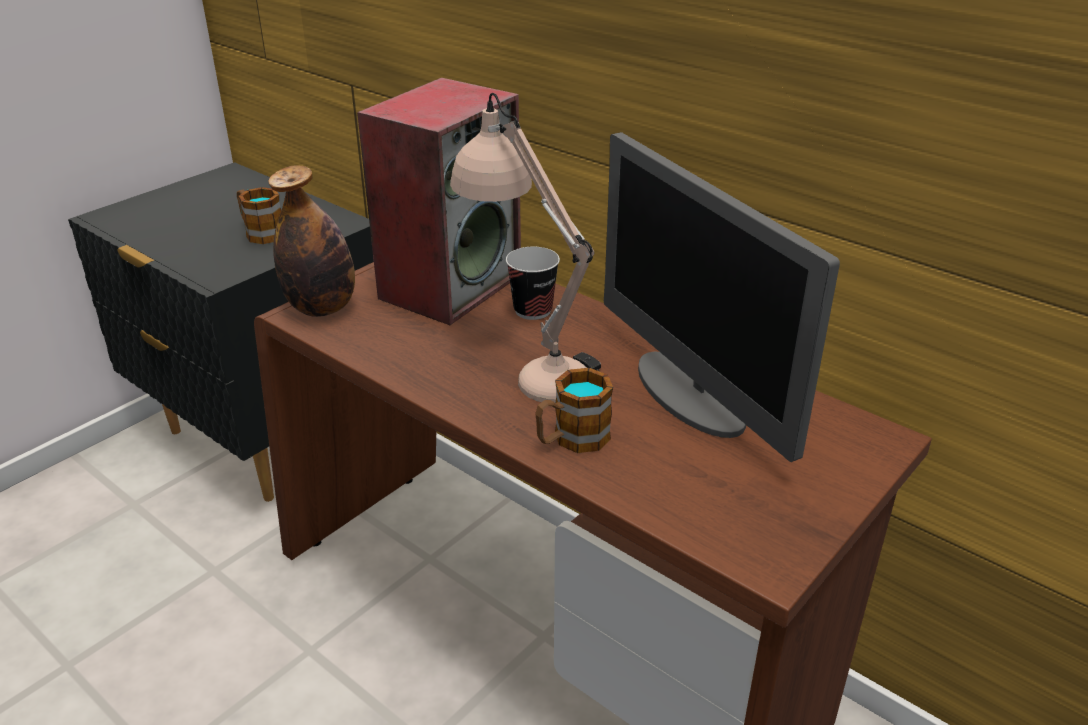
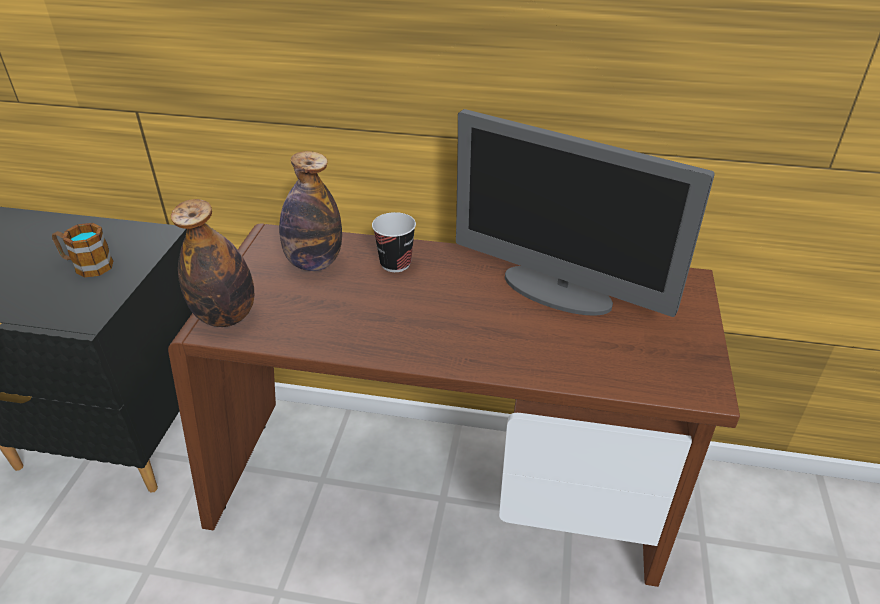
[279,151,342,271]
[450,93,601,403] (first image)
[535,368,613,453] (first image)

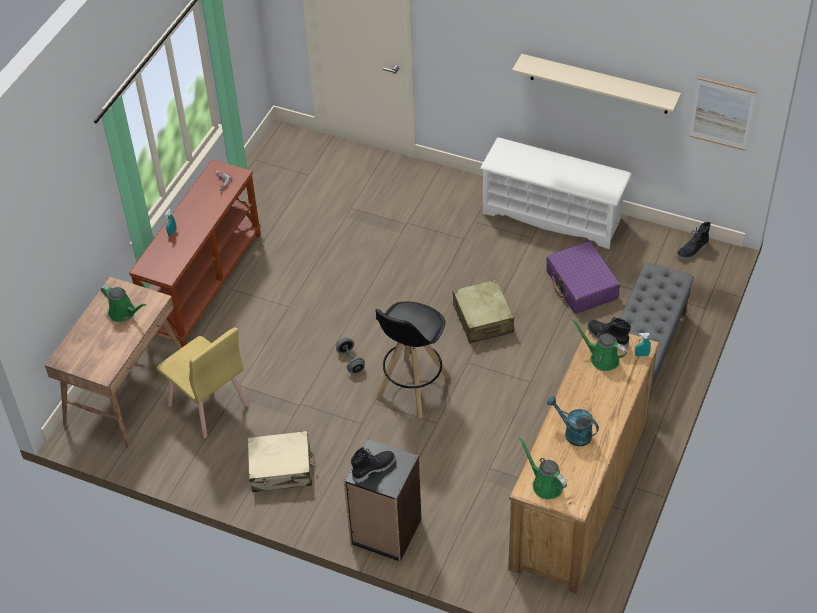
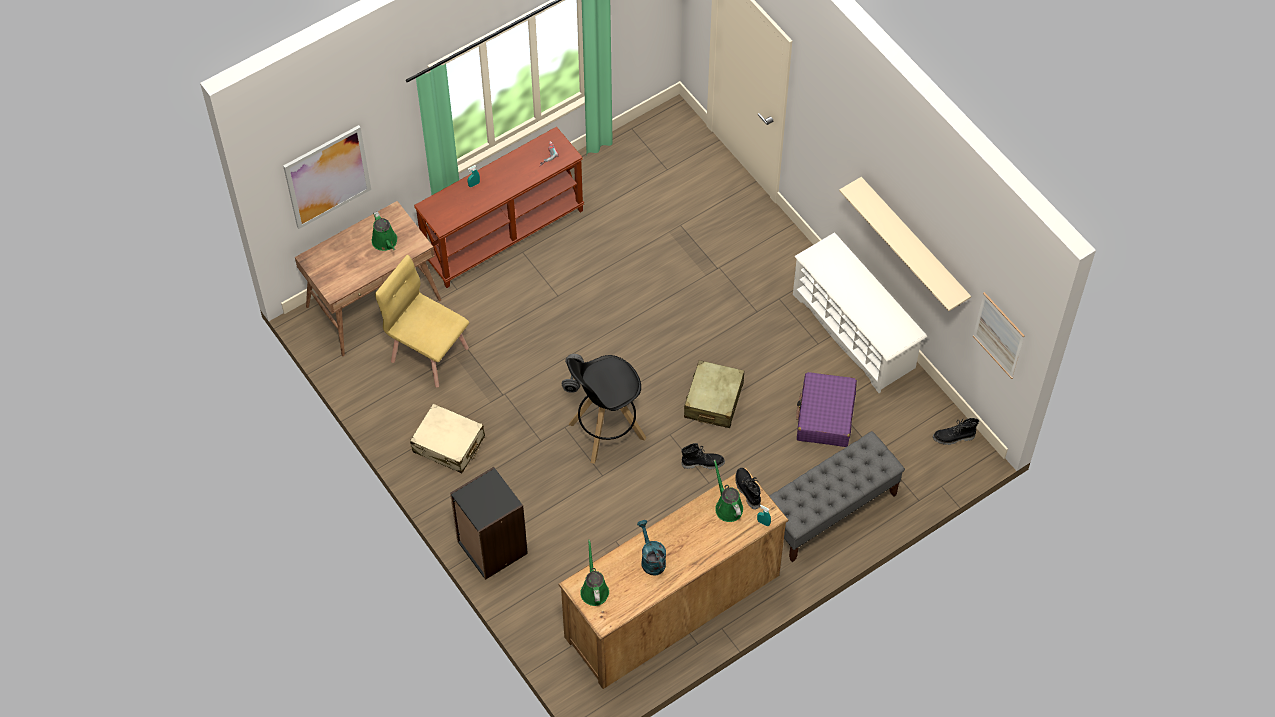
[283,125,371,229]
[375,255,469,387]
[682,443,725,469]

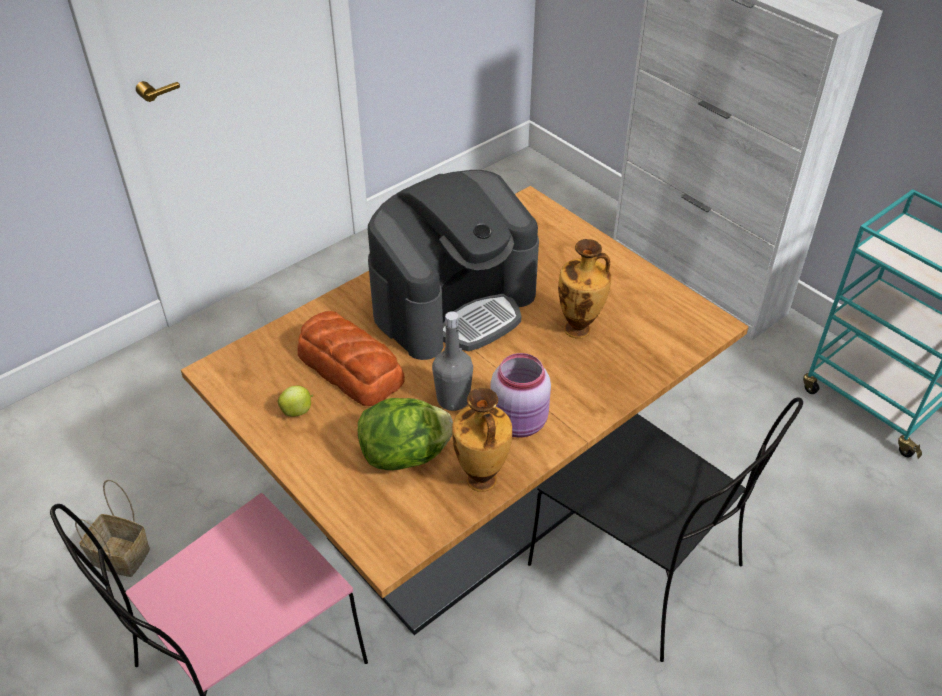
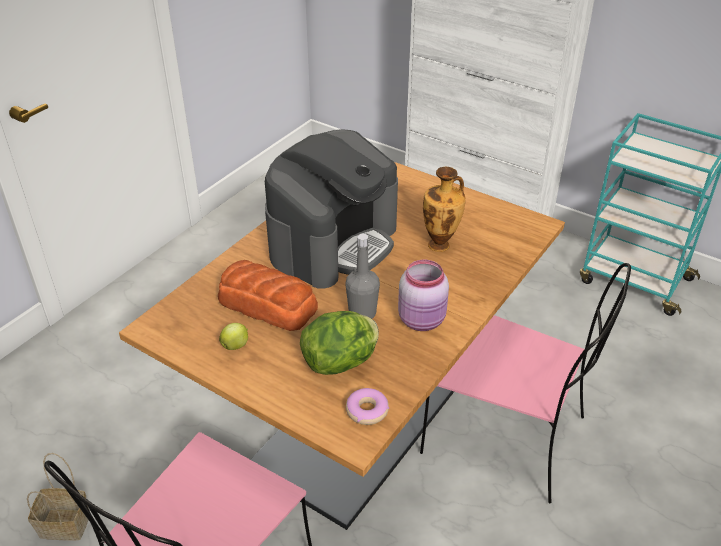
[346,388,389,425]
[420,263,631,503]
[452,388,512,492] (first image)

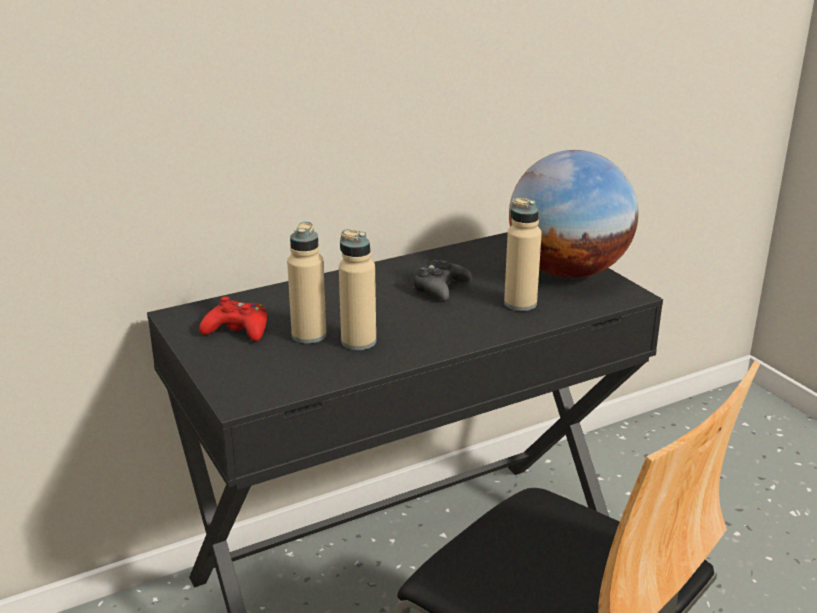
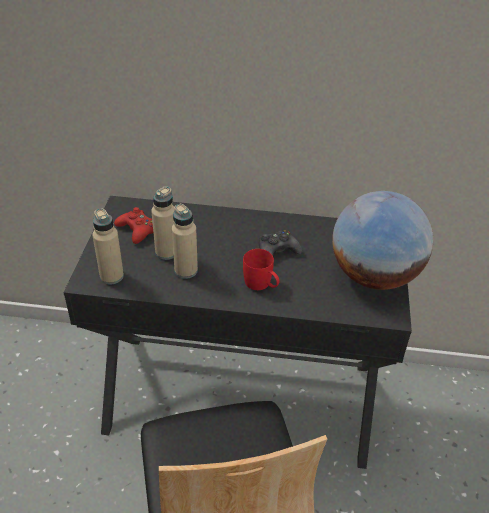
[92,209,124,285]
[243,249,279,290]

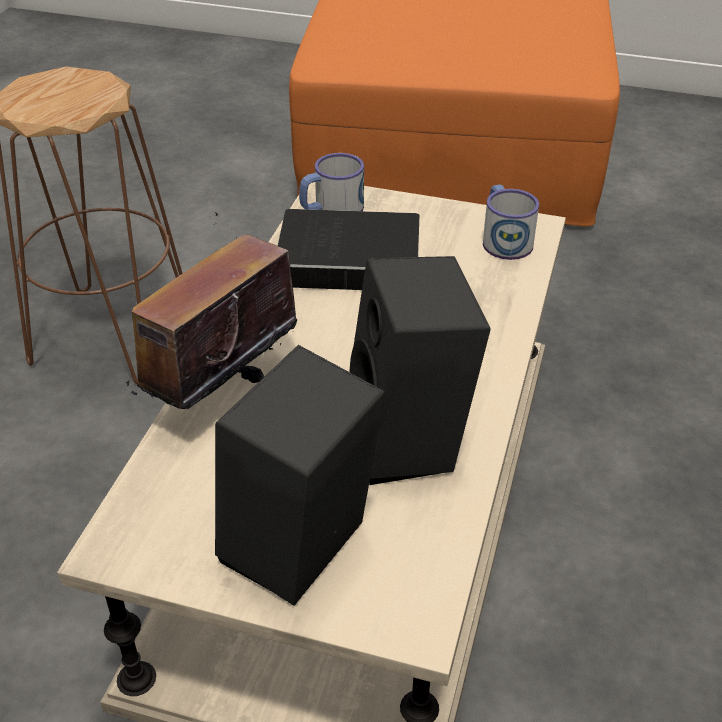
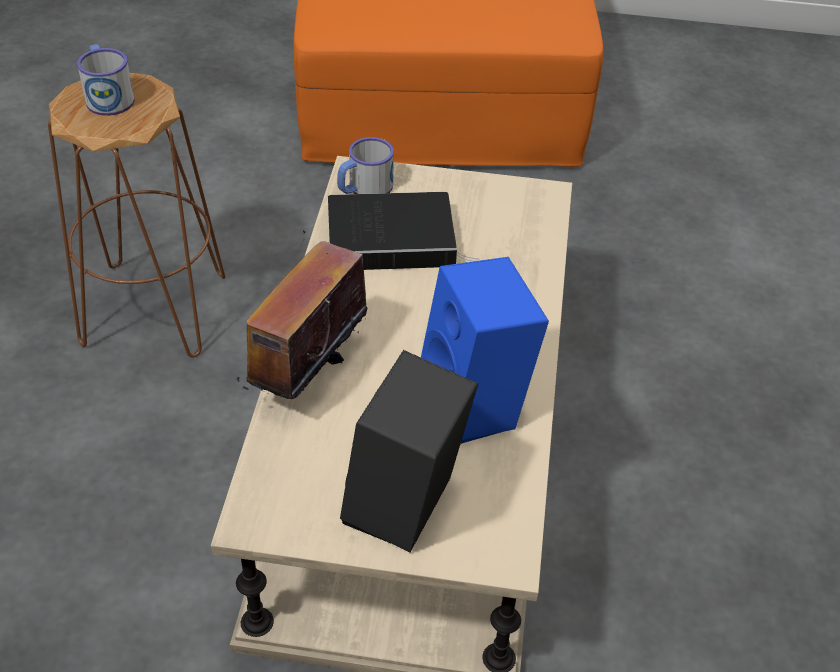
[77,44,135,116]
[421,257,549,444]

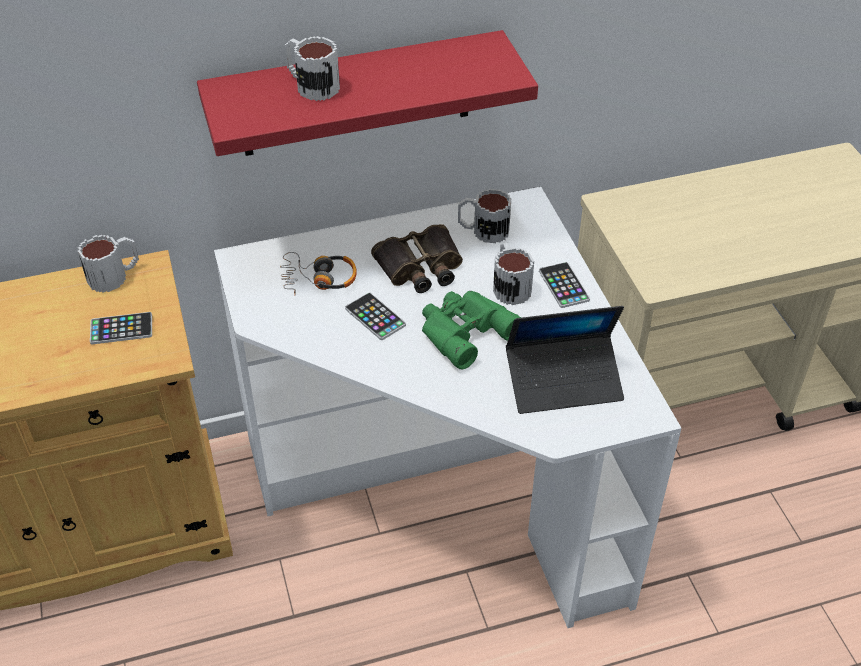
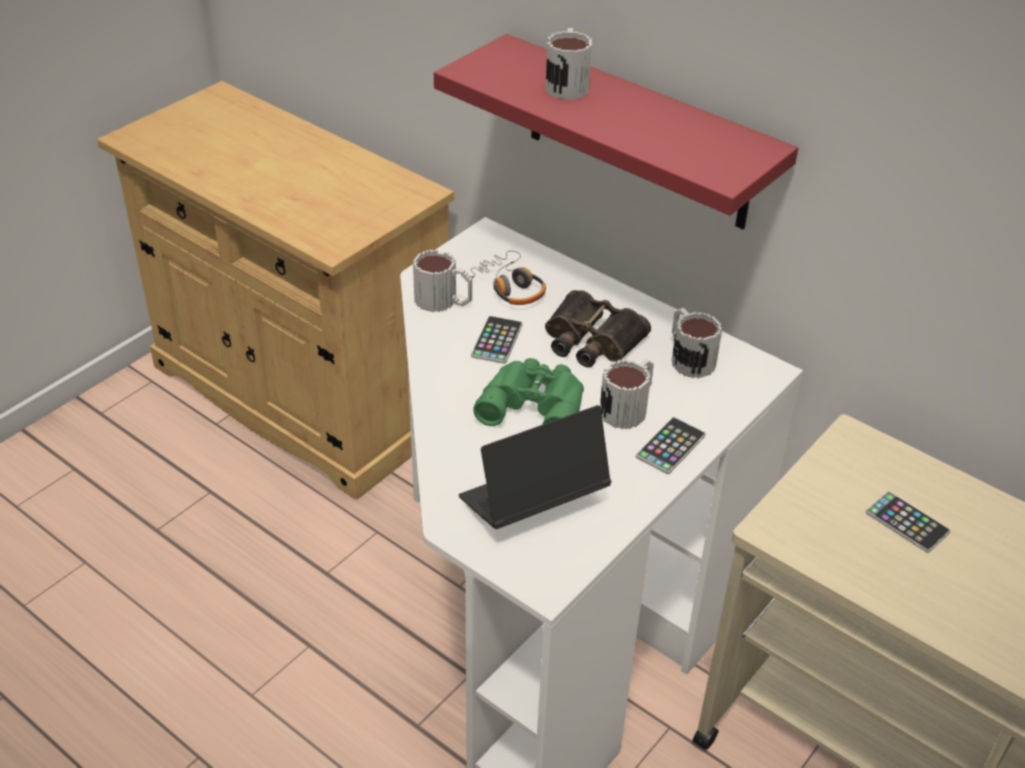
[413,249,472,312]
[459,405,611,529]
[866,491,950,553]

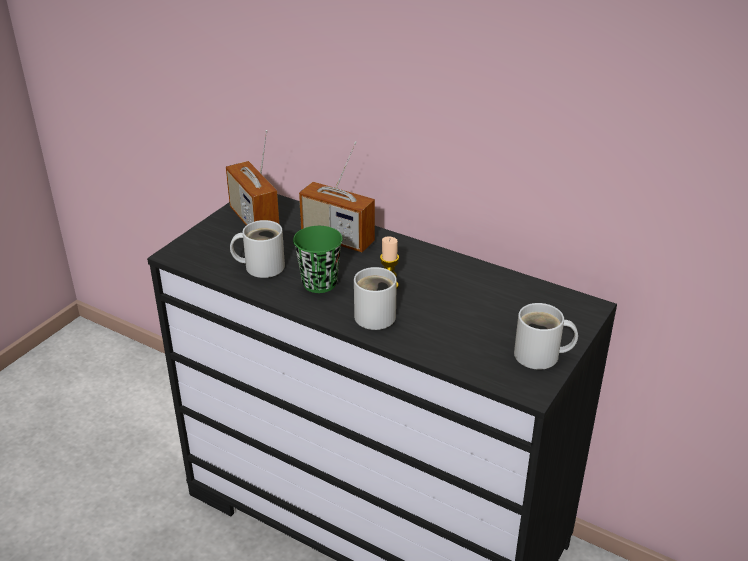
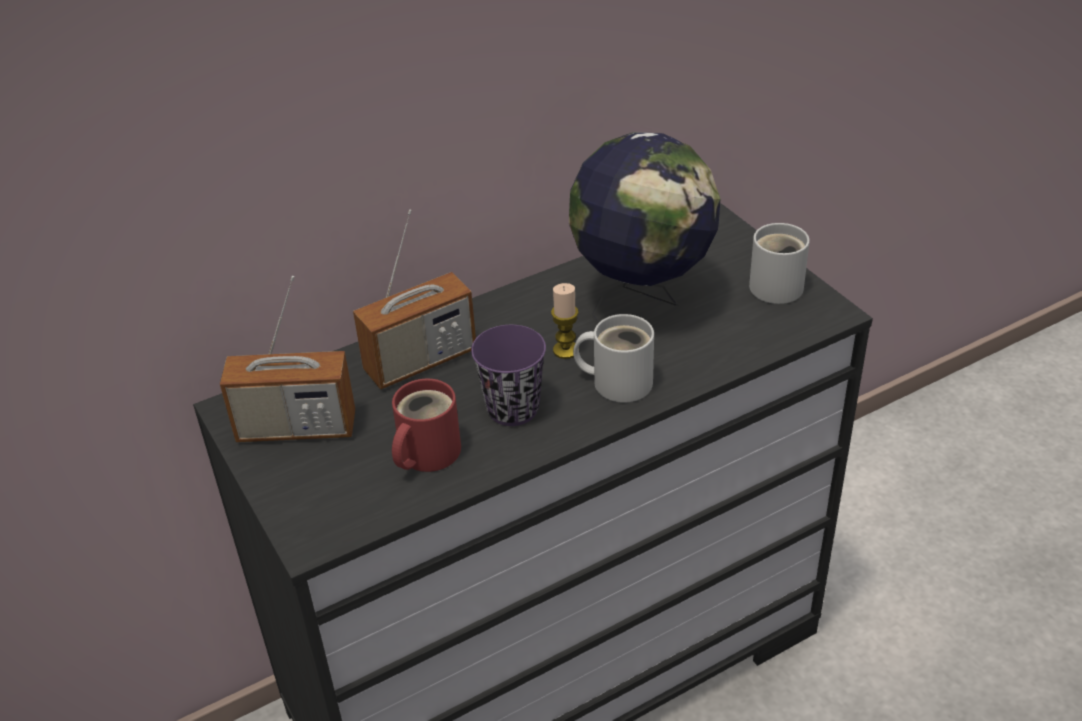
[392,379,461,472]
[471,325,546,426]
[569,132,720,325]

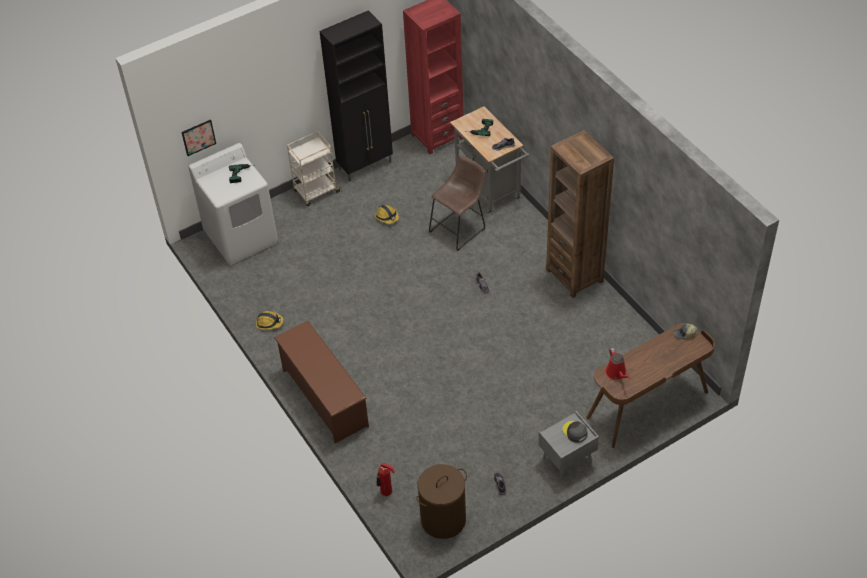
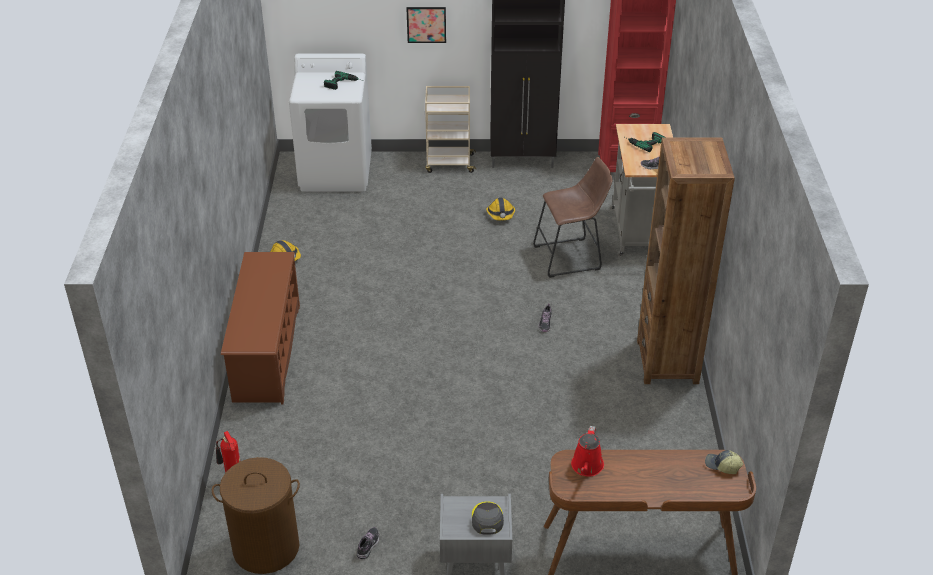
[406,7,446,43]

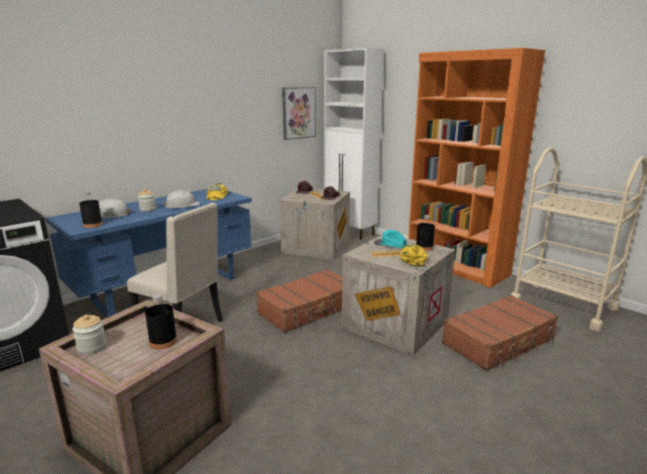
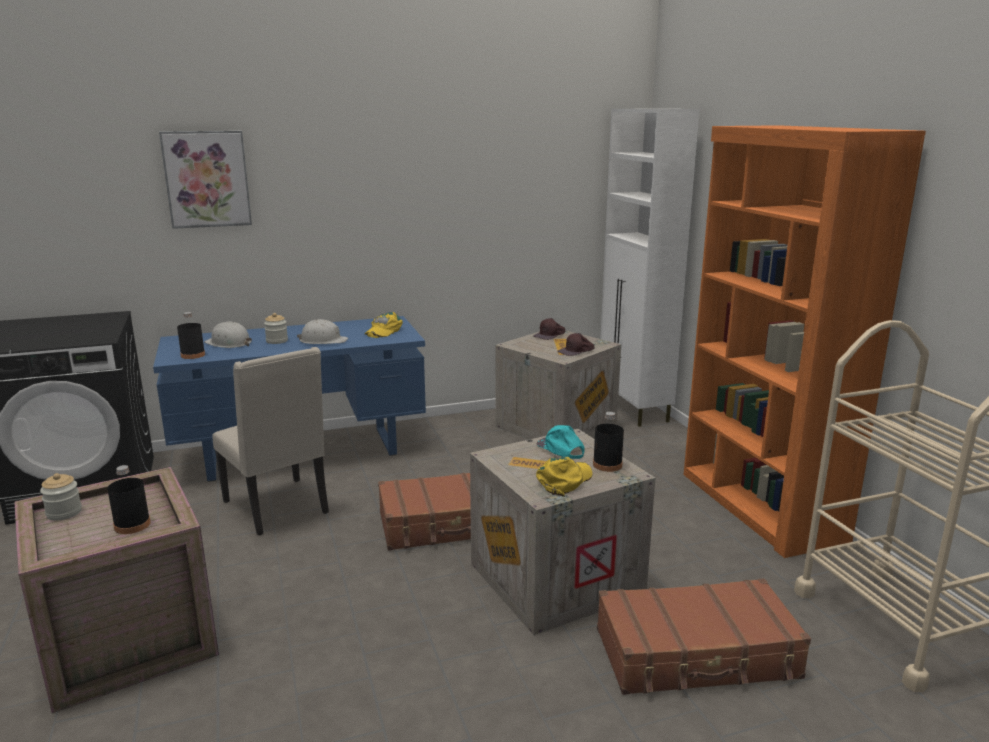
[159,131,252,229]

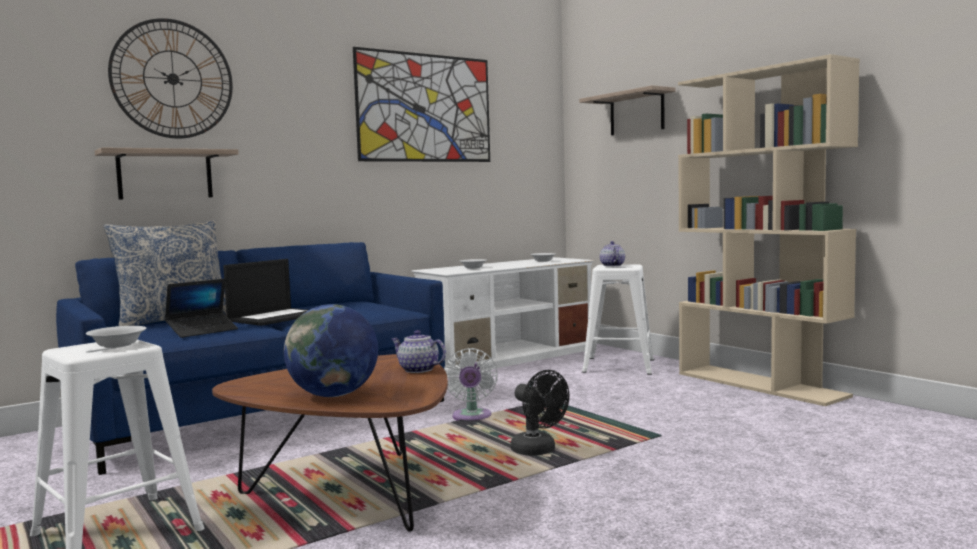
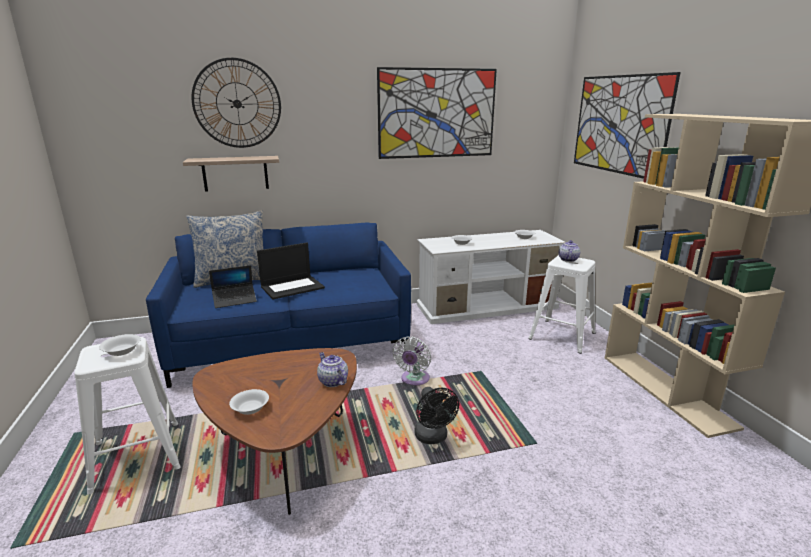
[229,389,269,415]
[574,72,681,179]

